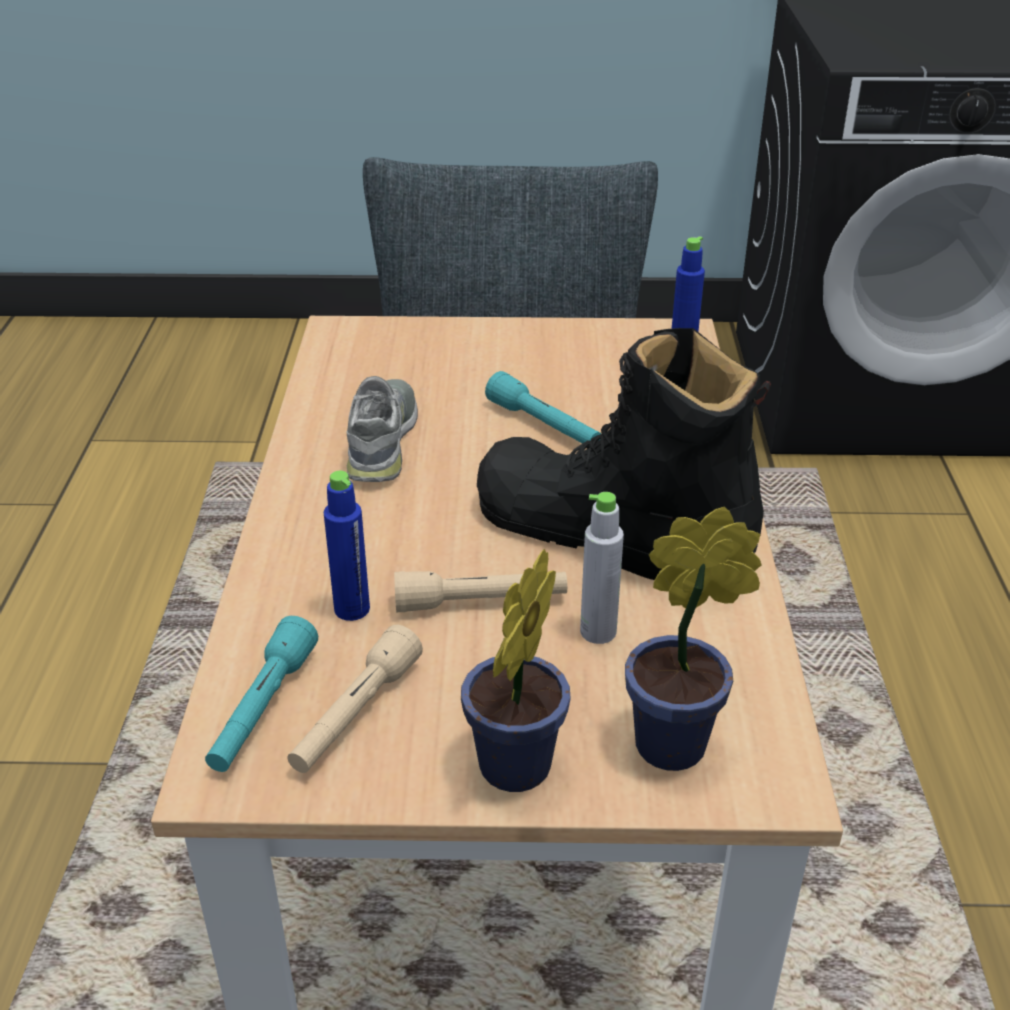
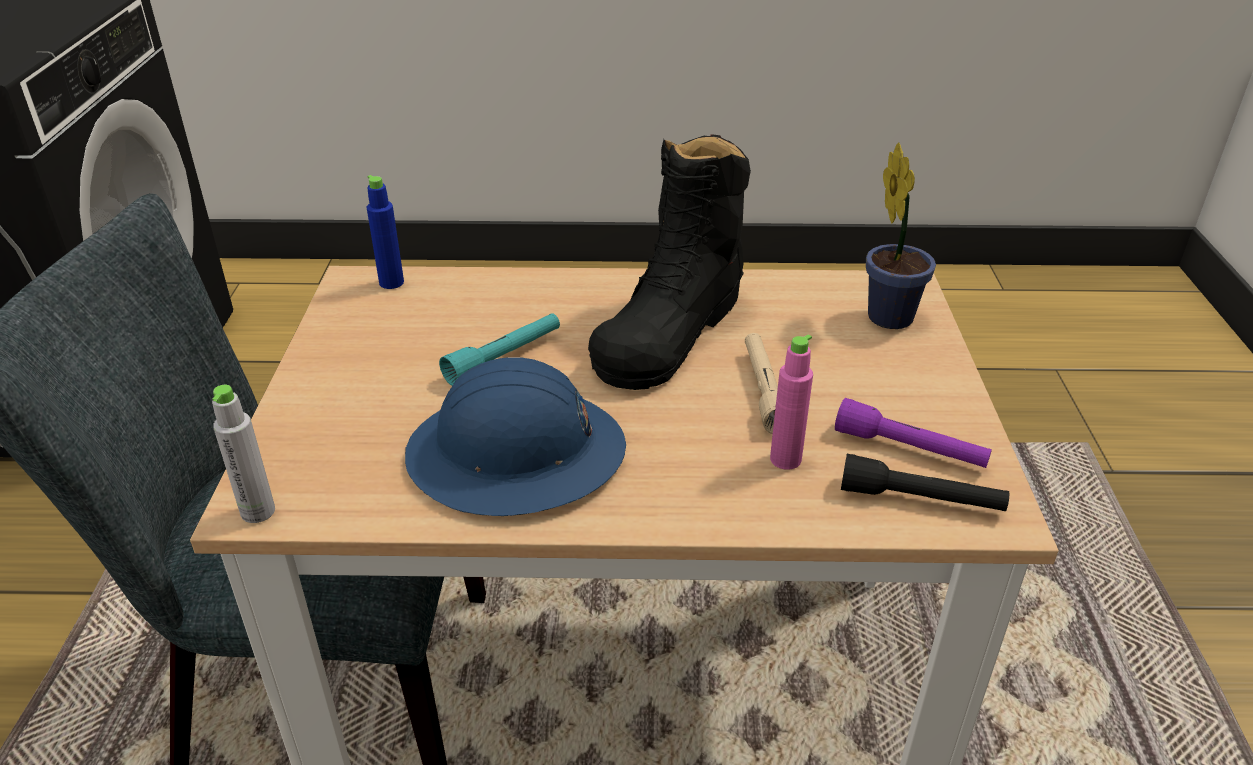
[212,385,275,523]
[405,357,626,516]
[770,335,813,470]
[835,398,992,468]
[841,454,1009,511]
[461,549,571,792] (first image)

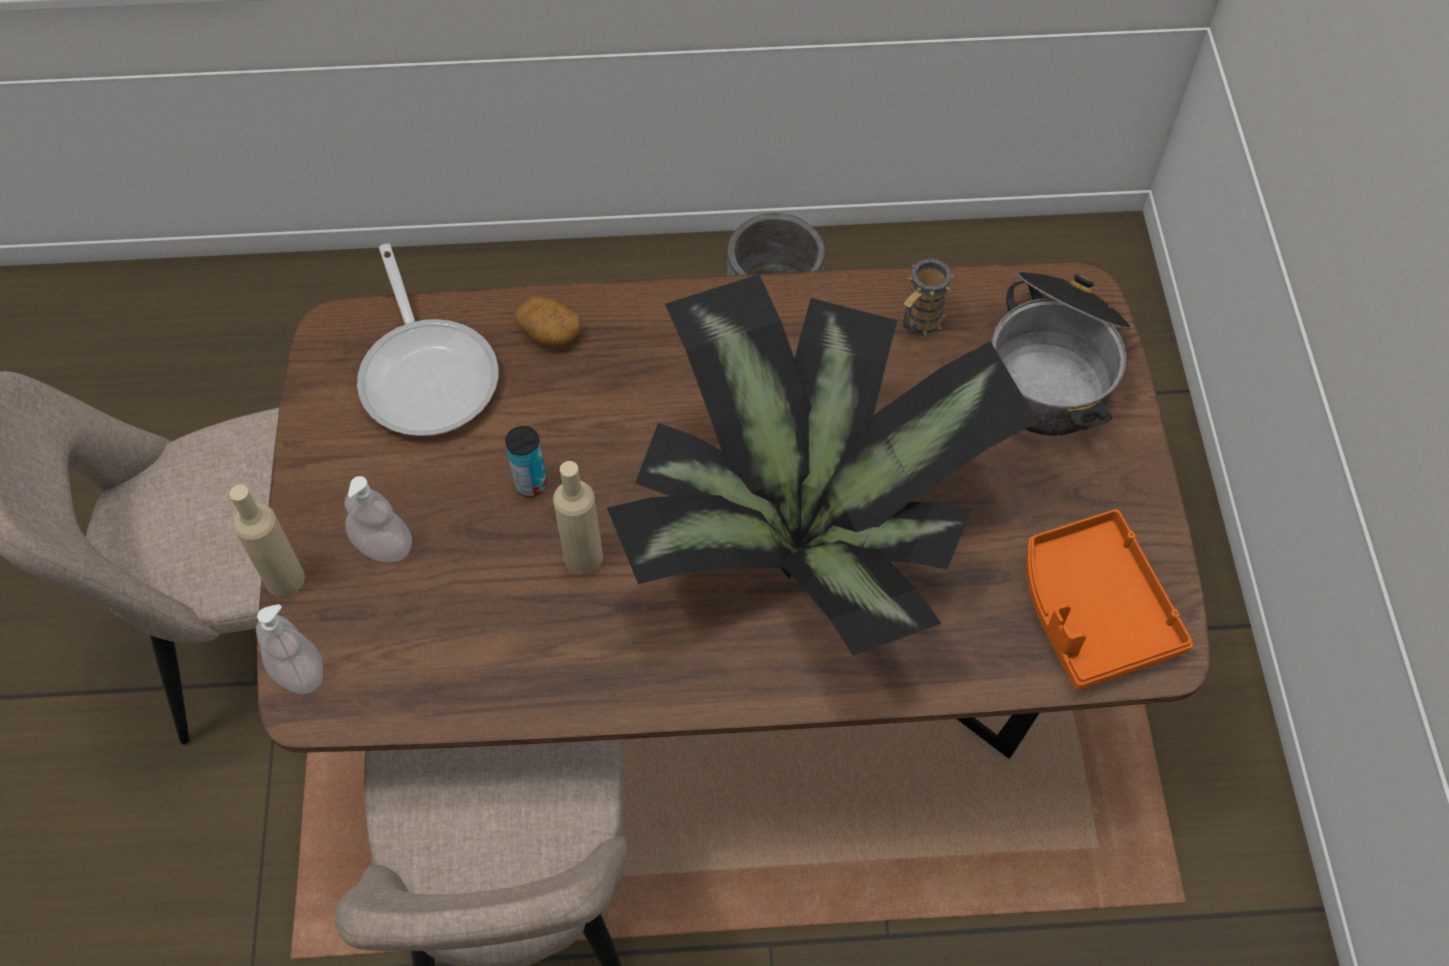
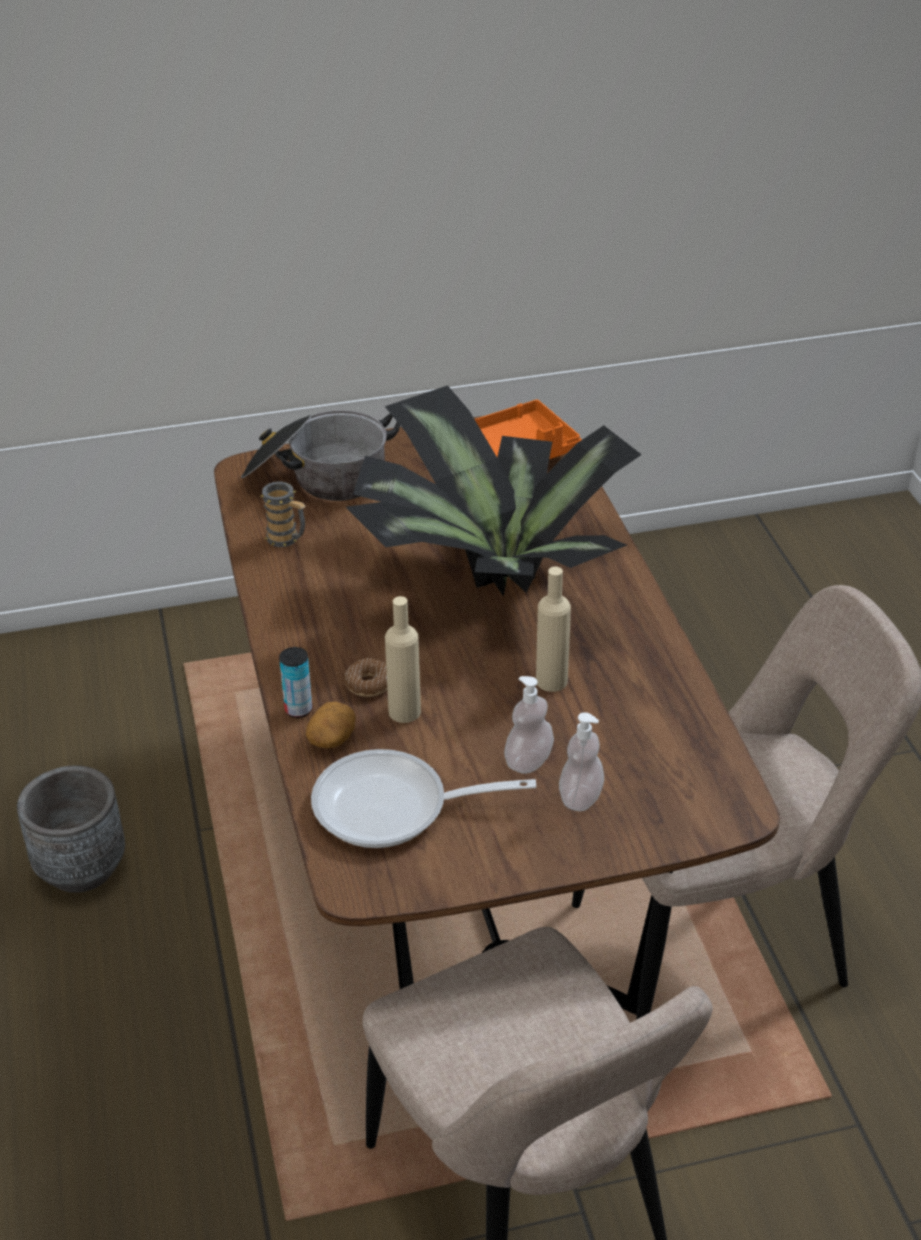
[279,647,312,718]
[311,749,536,848]
[344,658,387,697]
[385,596,421,723]
[504,676,554,774]

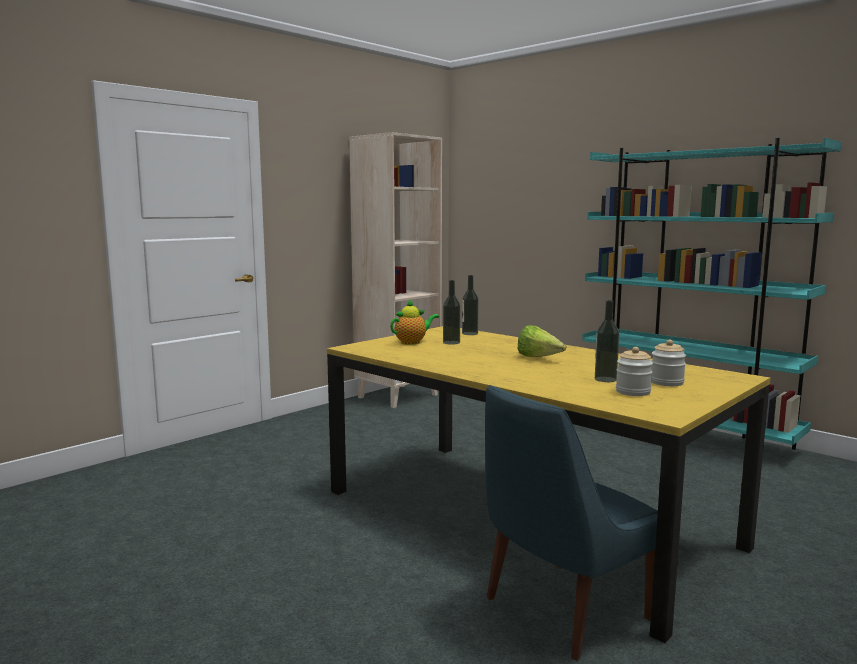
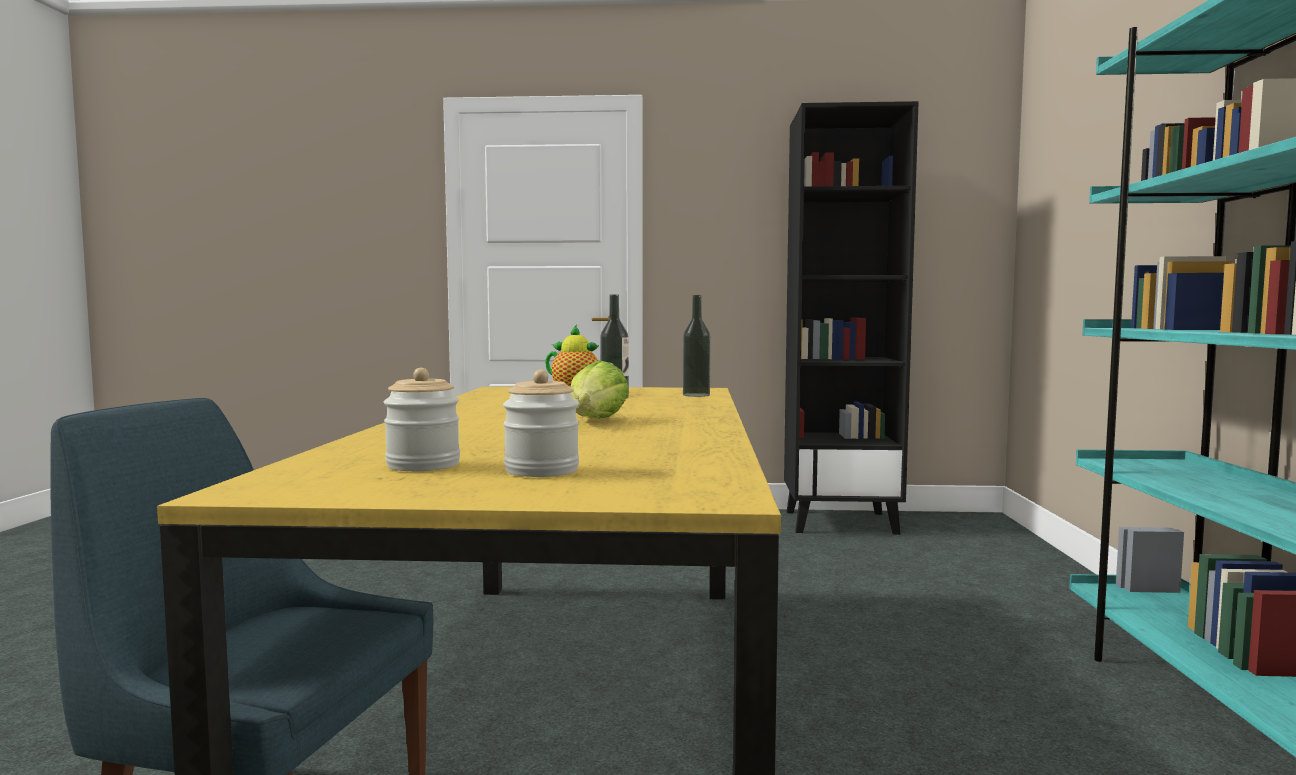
[784,101,919,535]
[595,300,619,382] (first image)

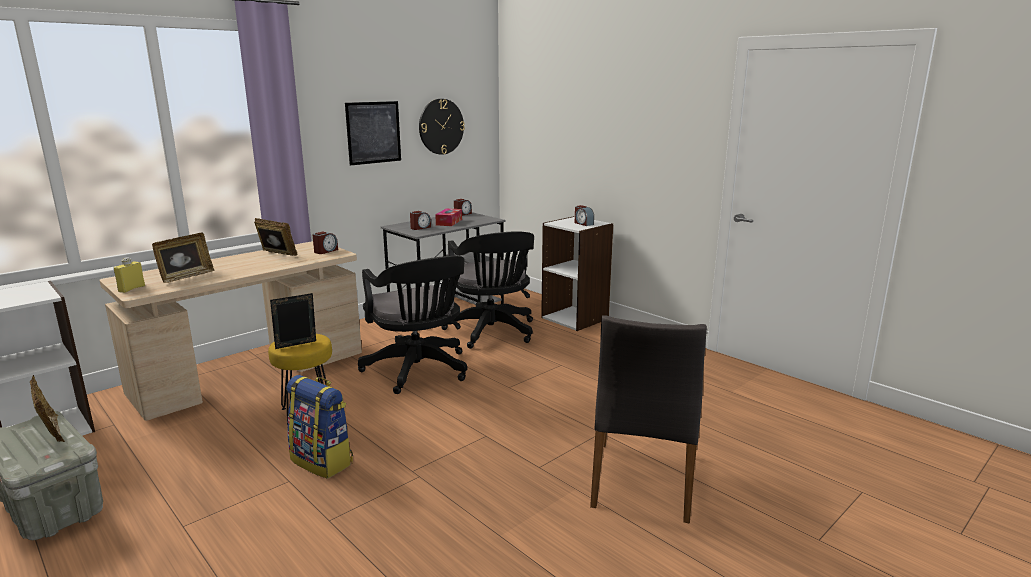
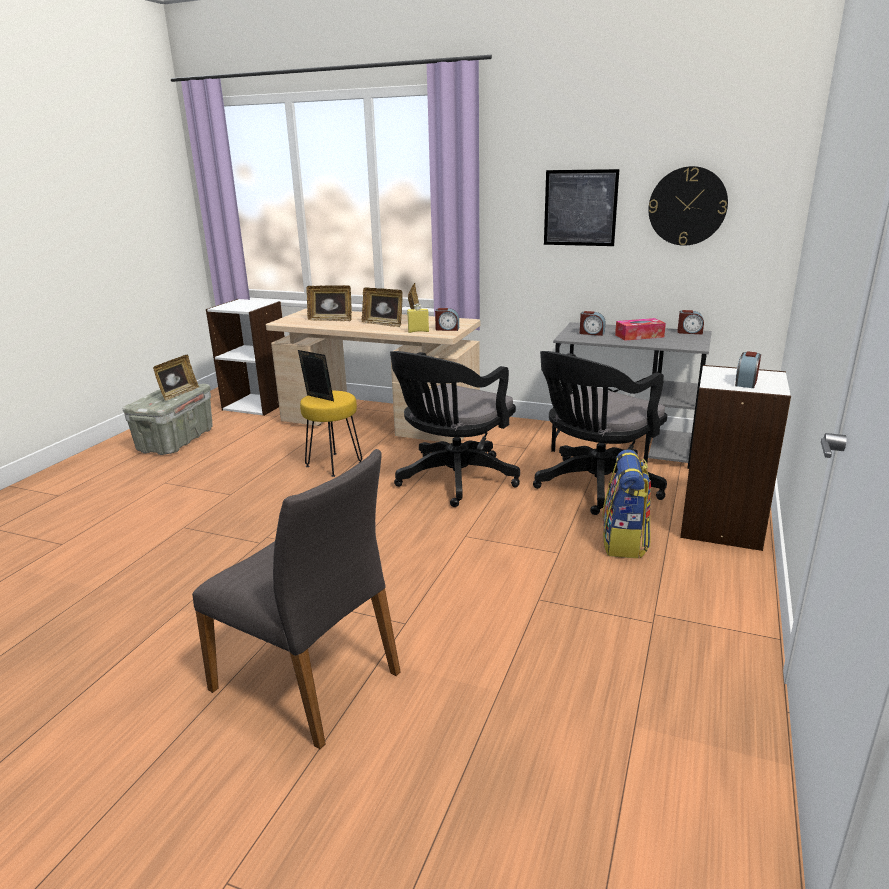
[192,449,401,749]
[362,287,403,327]
[407,304,429,333]
[602,450,651,558]

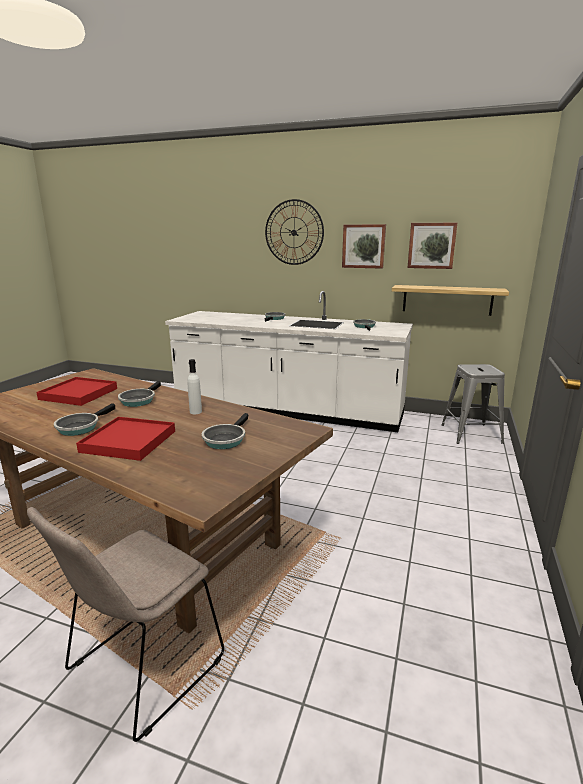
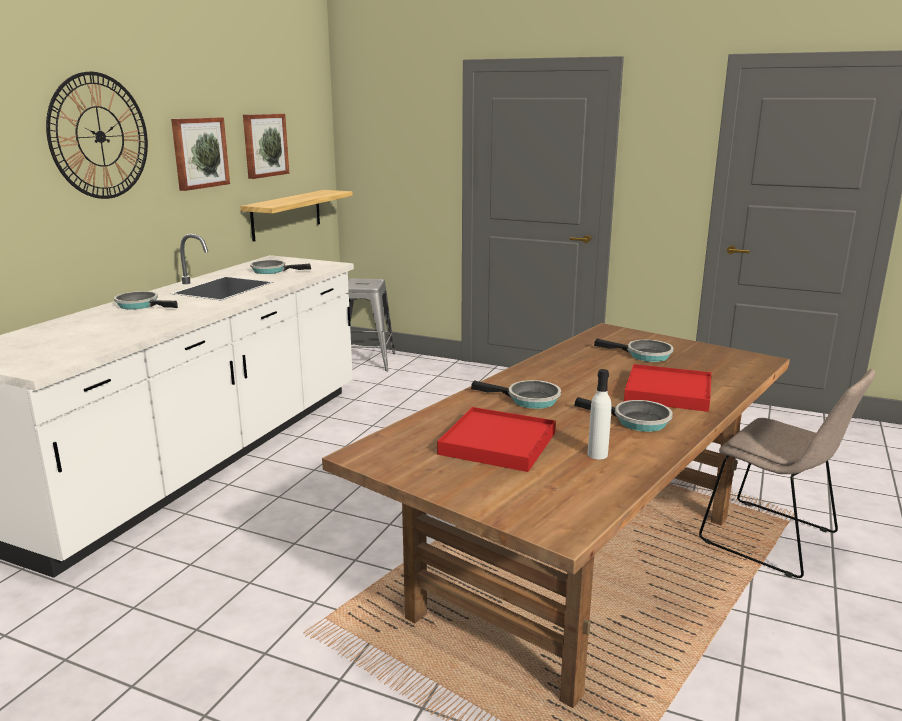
[587,369,611,459]

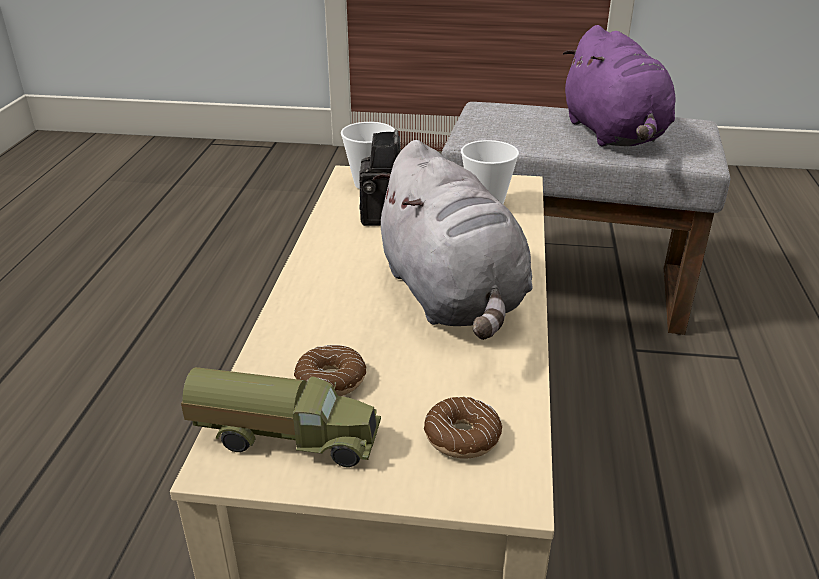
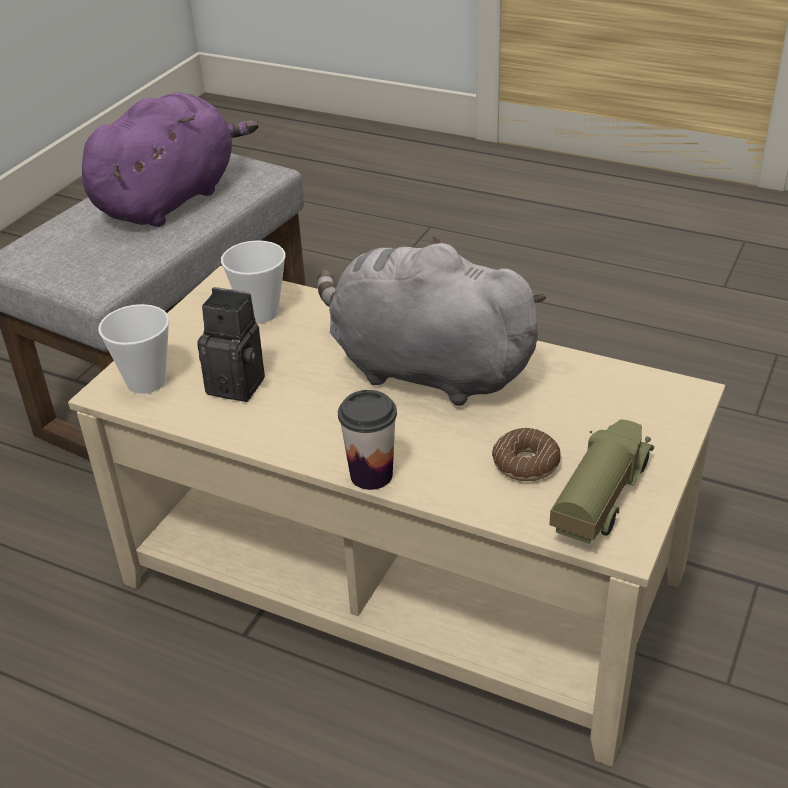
[82,93,258,227]
[317,236,547,406]
[338,390,397,490]
[424,396,502,459] (first image)

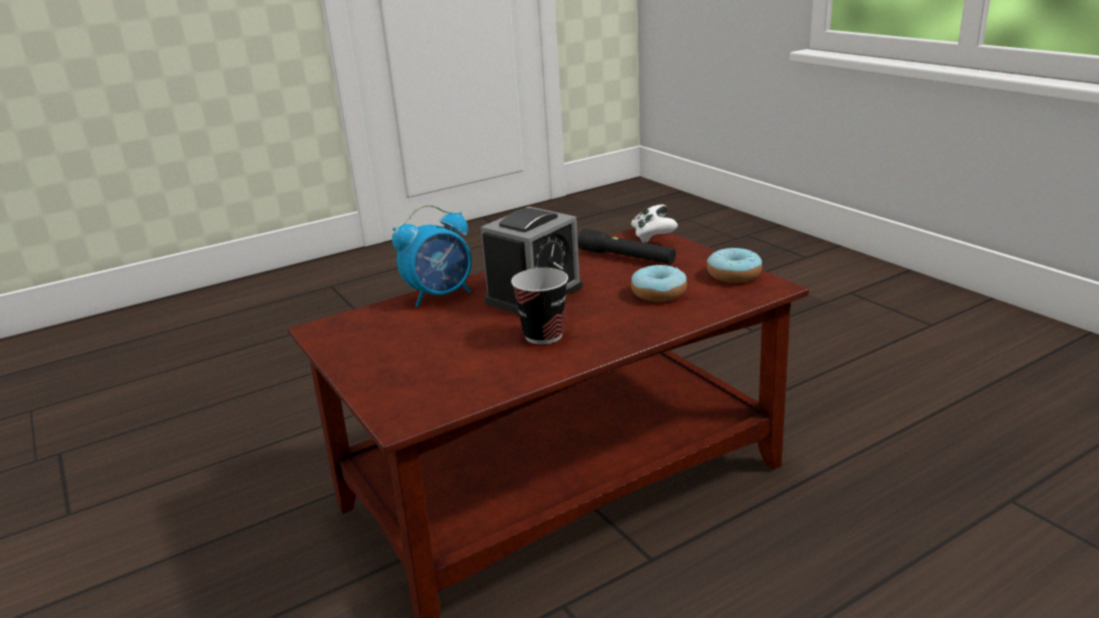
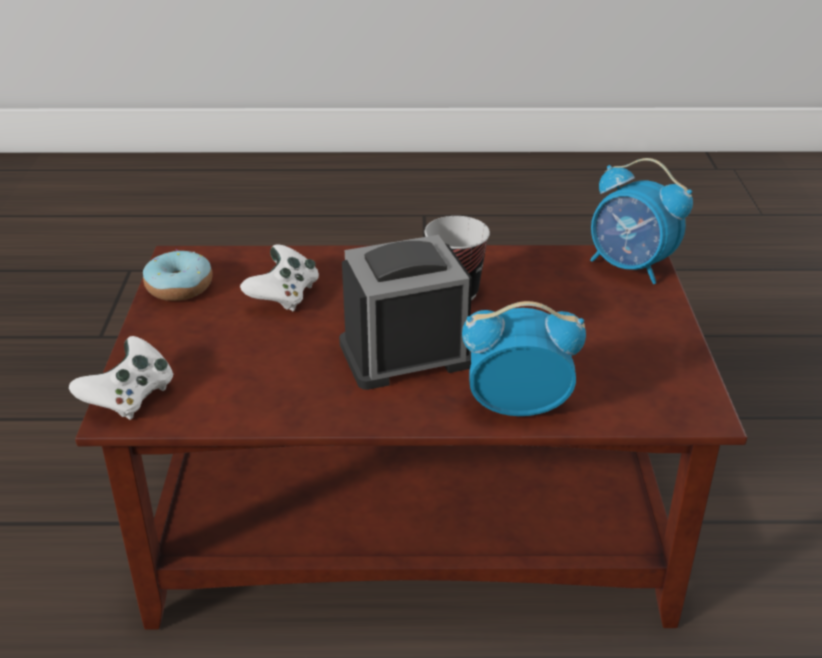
[240,245,319,311]
[590,158,693,284]
[578,229,676,264] (first image)

